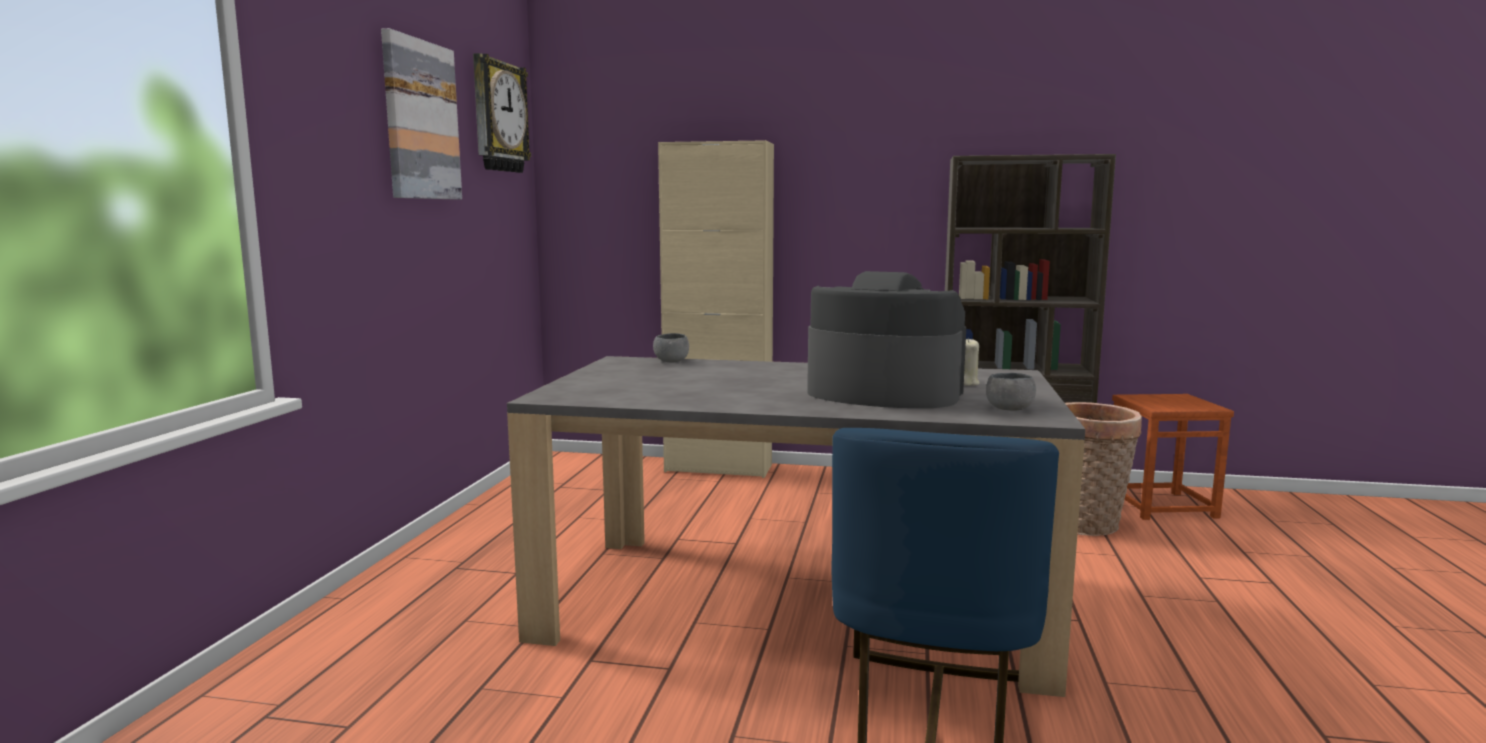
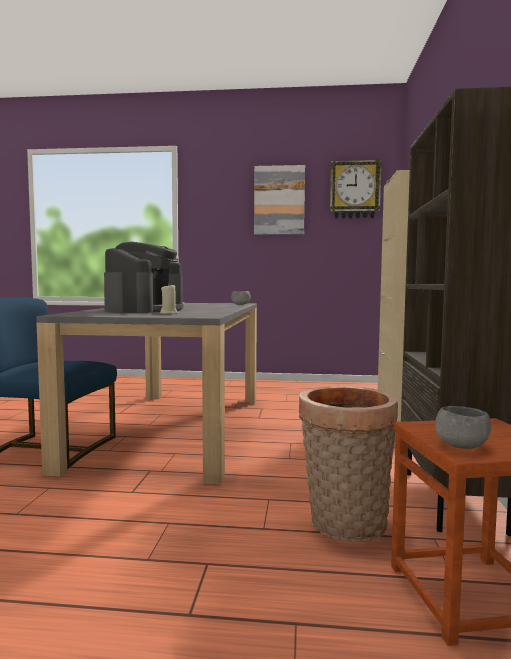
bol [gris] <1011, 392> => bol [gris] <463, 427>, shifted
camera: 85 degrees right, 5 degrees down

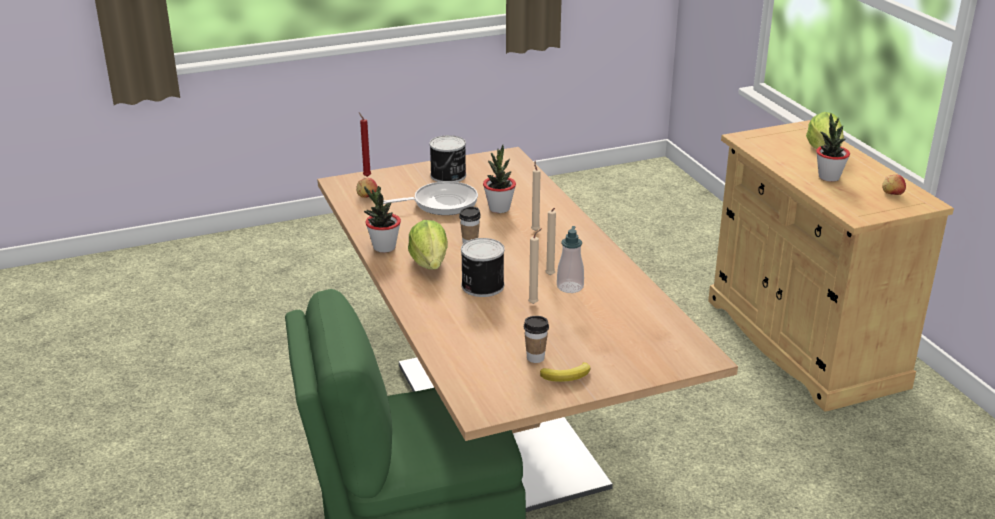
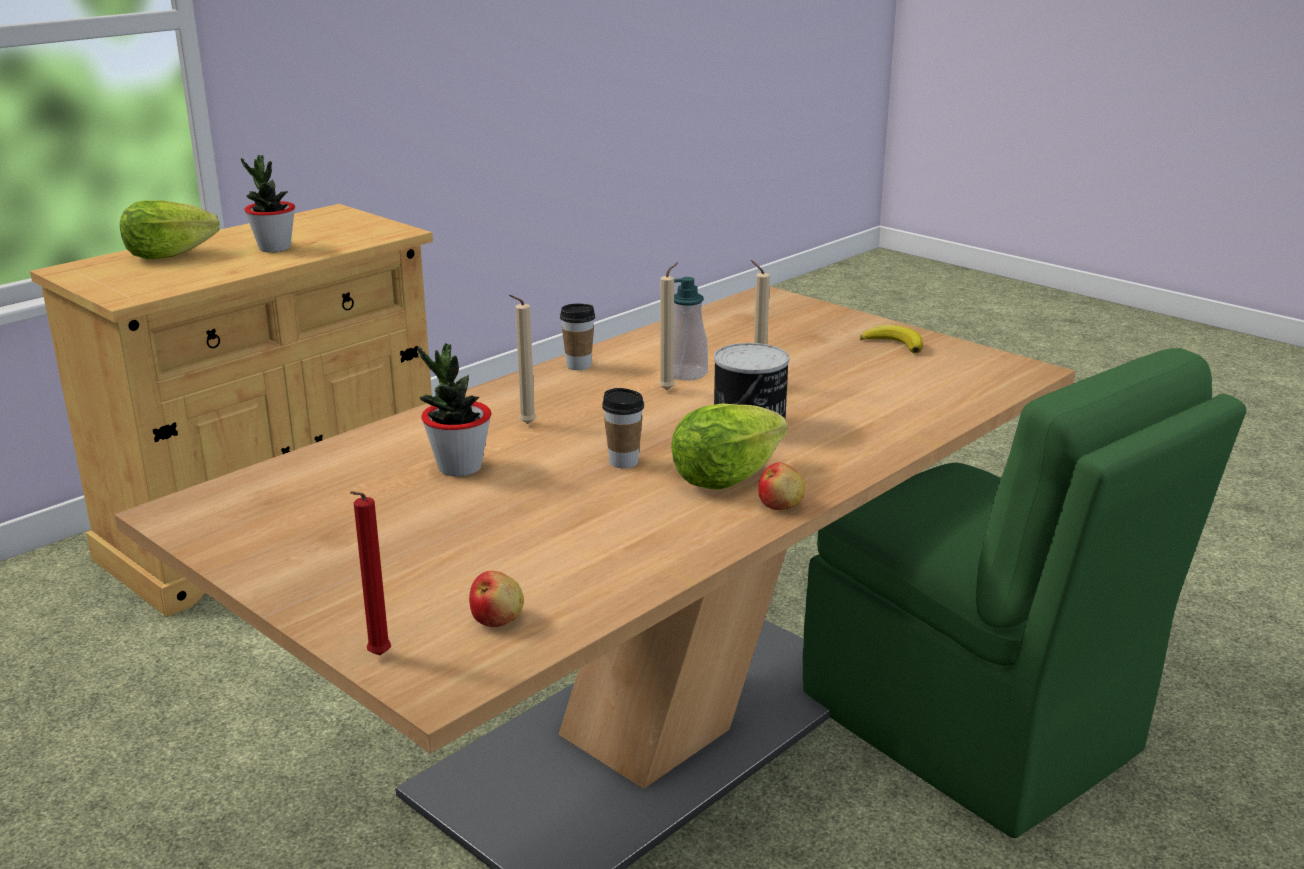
plante en pot <382, 219> => nothing
poêle <430, 198> => nothing
boîte métallique <447, 158> => nothing
tasse <536, 339> => tasse <577, 337>, shifted
pomme <894, 185> => pomme <781, 486>, shifted
camera: 115 degrees left, 5 degrees down

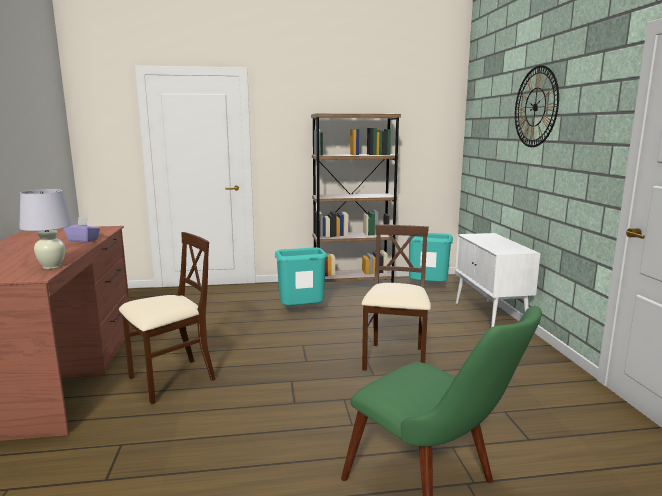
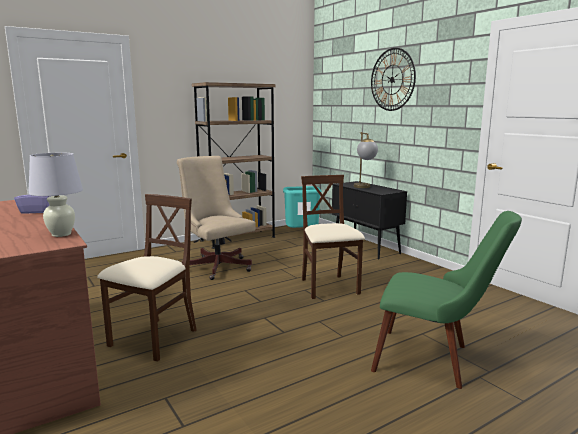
nothing => lampe de table <366, 160>
poubelle [turquoise] <301, 276> => chaise de bureau [beige] <216, 218>
meuble de rangement [blanc] <497, 280> => meuble de rangement [noir] <369, 220>
camera: 25 degrees left, 0 degrees up

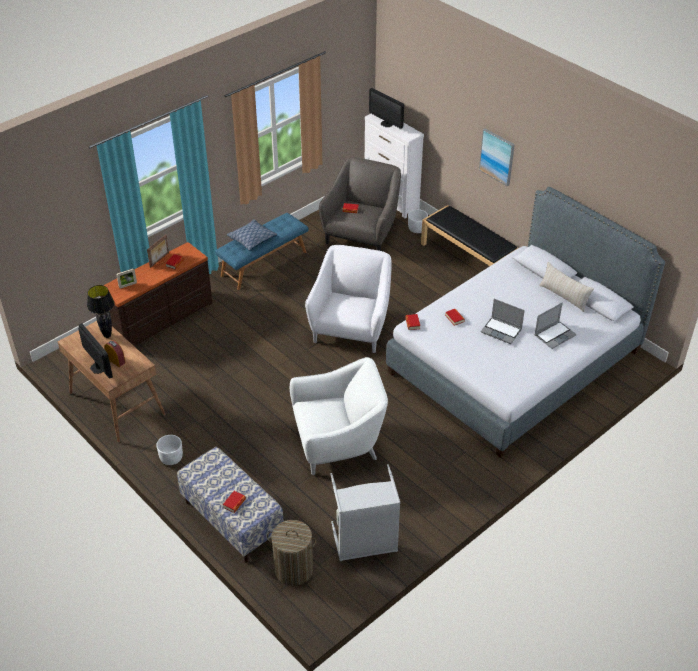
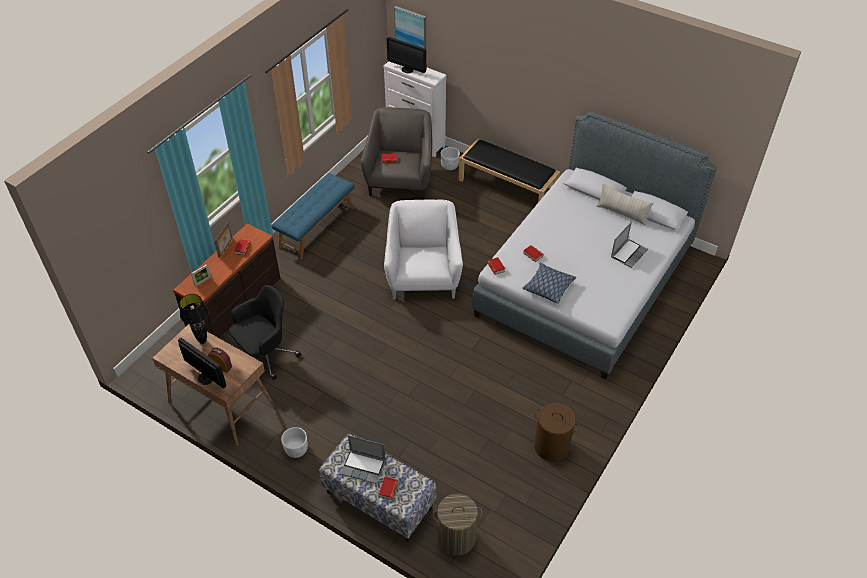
fauteuil [blanc] <339, 416> => nothing
panier à linge [gris] <365, 512> => nothing
nothing => chaise de bureau [noir] <265, 332>
nothing => panier à linge [marron] <556, 432>
coussin <252, 235> => coussin <549, 283>, shifted
tableau <497, 157> => tableau <410, 27>, shifted
ordinateur portable <503, 321> => ordinateur portable <362, 459>, shifted
camera: 15 degrees left, 5 degrees up

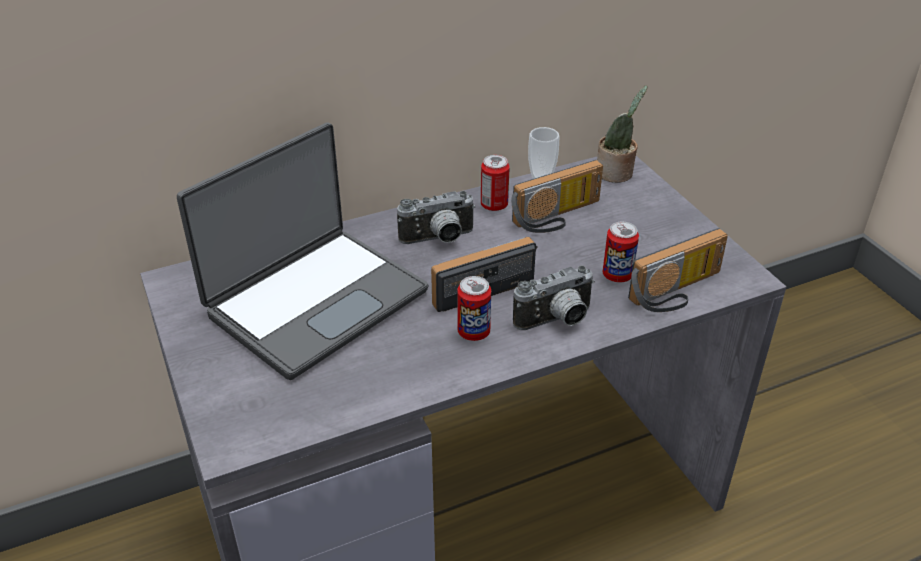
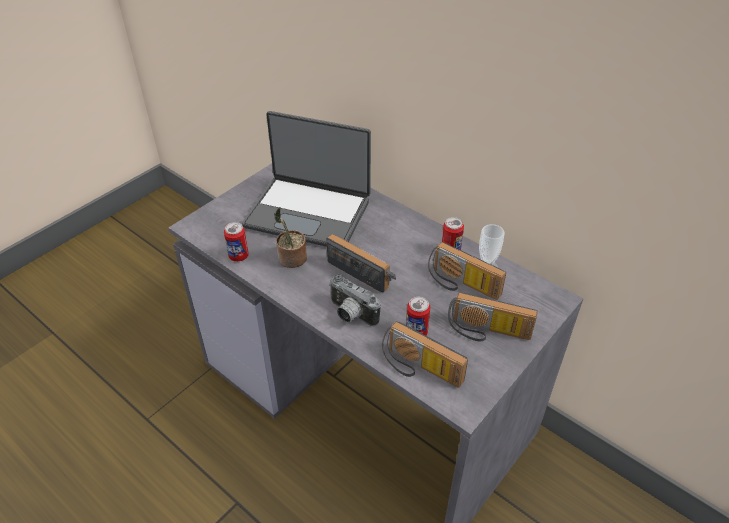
appareil photo <436, 217> => nothing
nothing => radio <493, 316>
boîte métallique <474, 308> => boîte métallique <236, 242>, shifted
plante en pot <622, 134> => plante en pot <291, 237>, shifted
camera: 65 degrees right, 5 degrees up

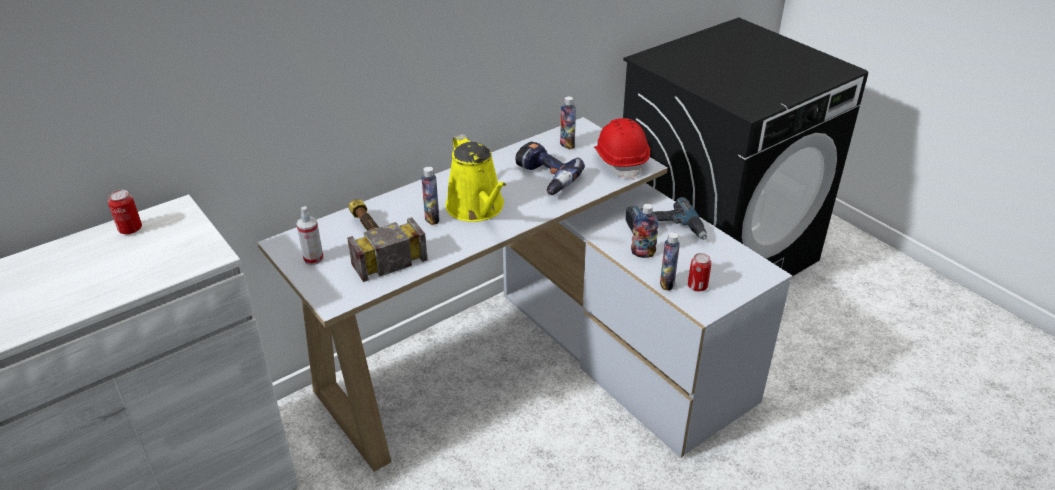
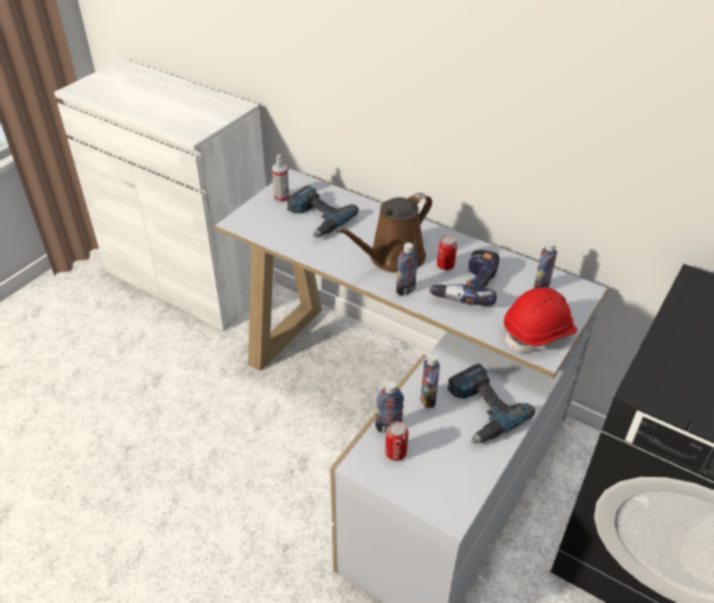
boîte métallique <125, 212> => boîte métallique <447, 252>, shifted
bouteille <430, 196> => bouteille <407, 269>, shifted
marteau <387, 240> => perceuse <322, 211>
arrosoir [jaune] <475, 178> => arrosoir [marron] <384, 233>
camera: 70 degrees right, 5 degrees up

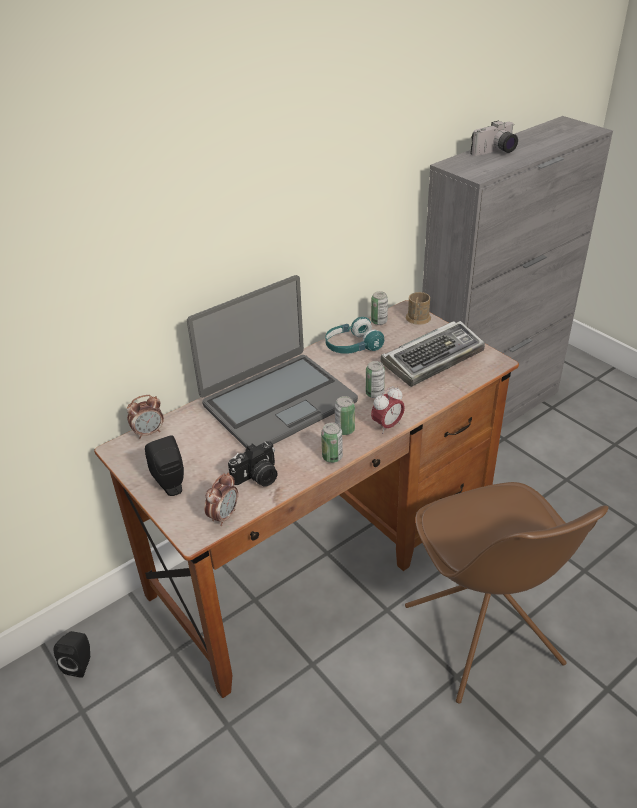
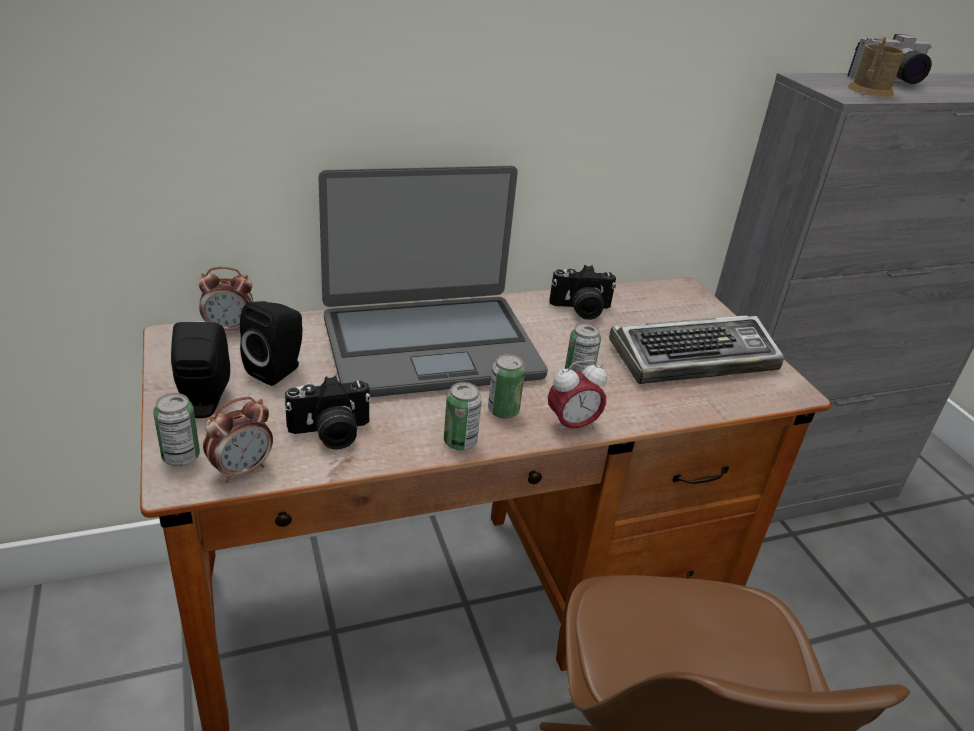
enceinte [noir] <72, 654> => enceinte [noir] <271, 343>, shifted
boîte métallique <379, 308> => boîte métallique <176, 429>, shifted
mug [marron] <418, 308> => mug [marron] <876, 67>, shifted
casque audio [turquoise] <354, 335> => appareil photo <582, 292>
camera: 15 degrees right, 5 degrees down

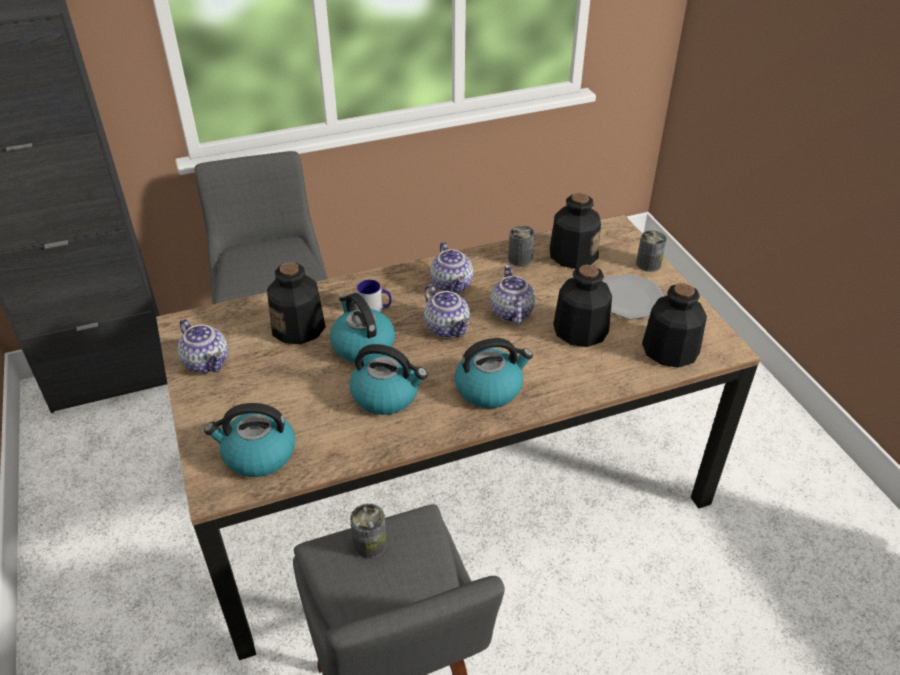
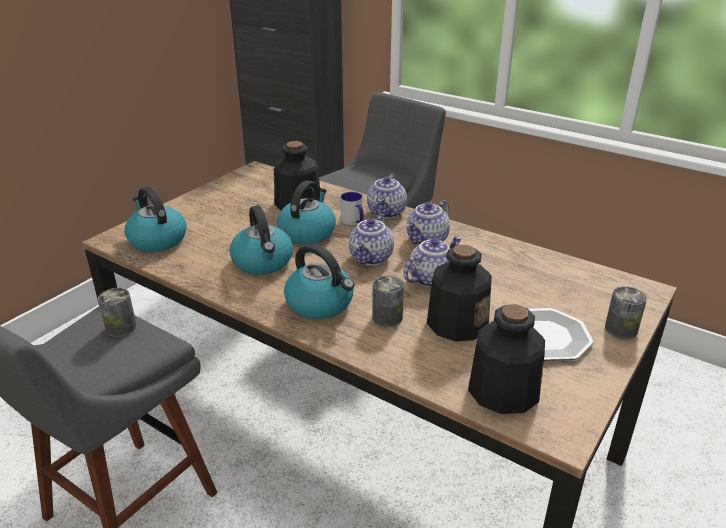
bouteille <575, 231> => nothing
théière <203, 346> => théière <387, 196>, shifted
boîte métallique <521, 246> => boîte métallique <388, 301>, shifted
camera: 55 degrees right, 10 degrees down

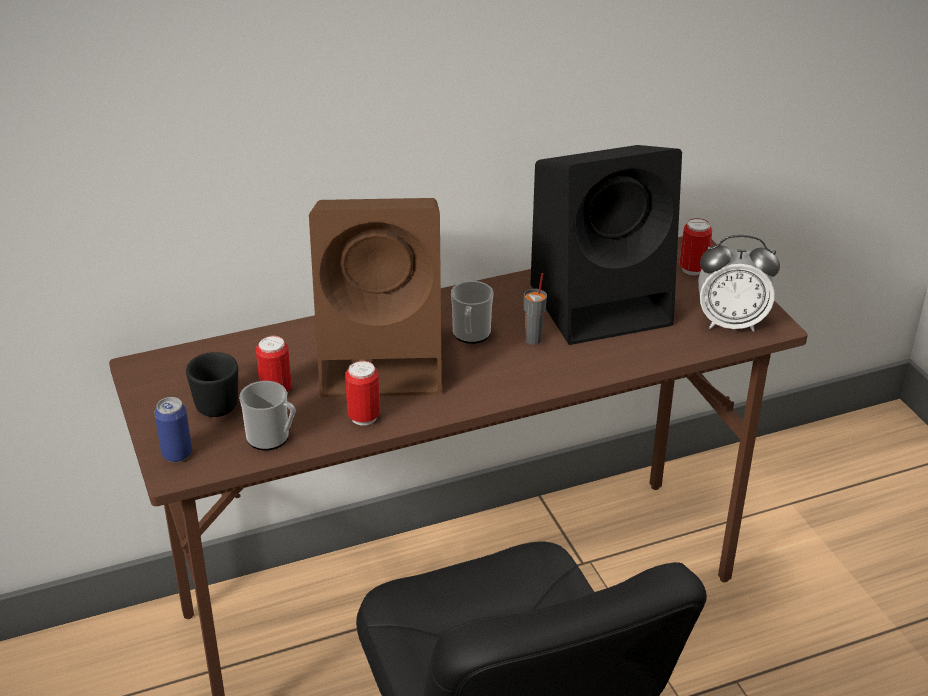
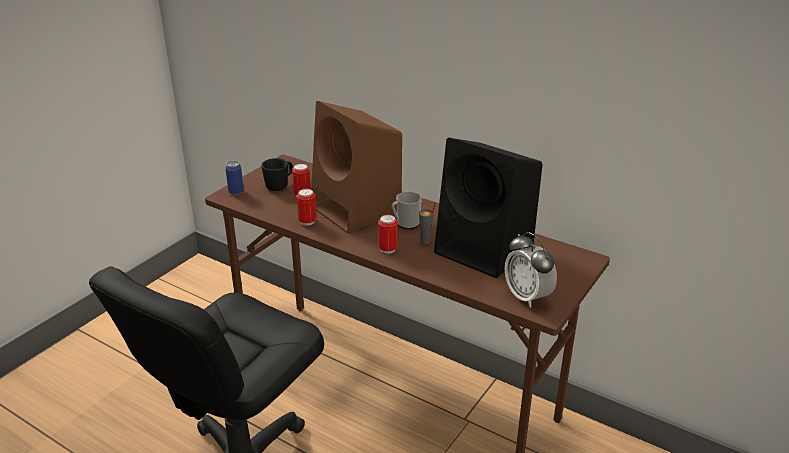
mug <267, 416> => nothing
boîte métallique <696, 246> => boîte métallique <388, 234>, shifted
camera: 55 degrees right, 5 degrees down

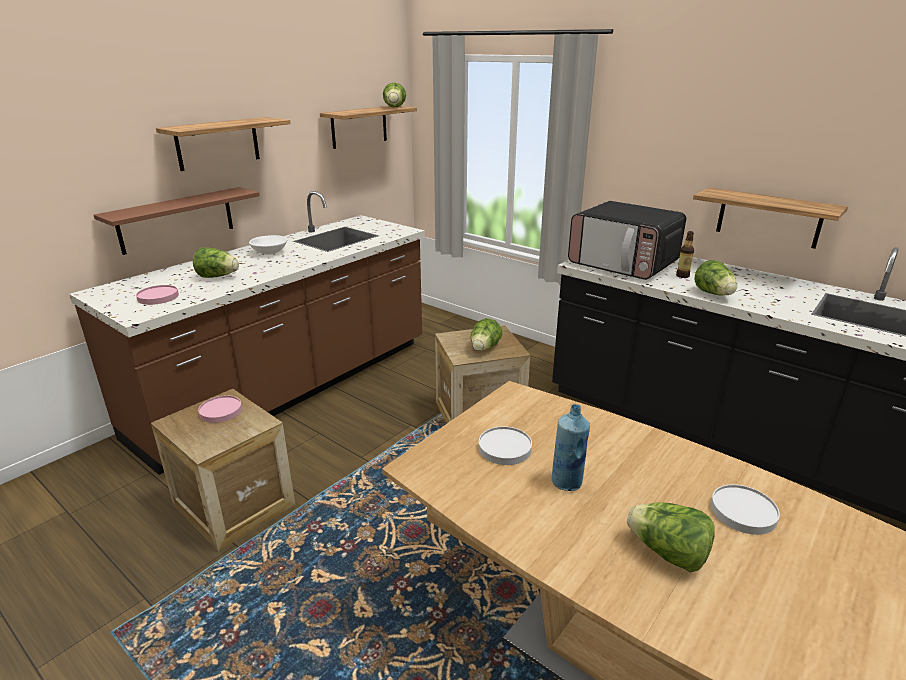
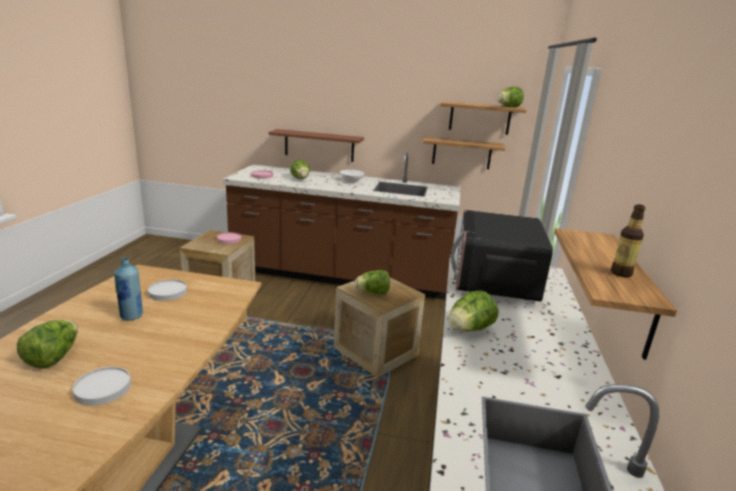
étagère <223, 144> => étagère <464, 152>, shifted
bouteille <685, 254> => bouteille <628, 241>, shifted
camera: 60 degrees right, 5 degrees down

